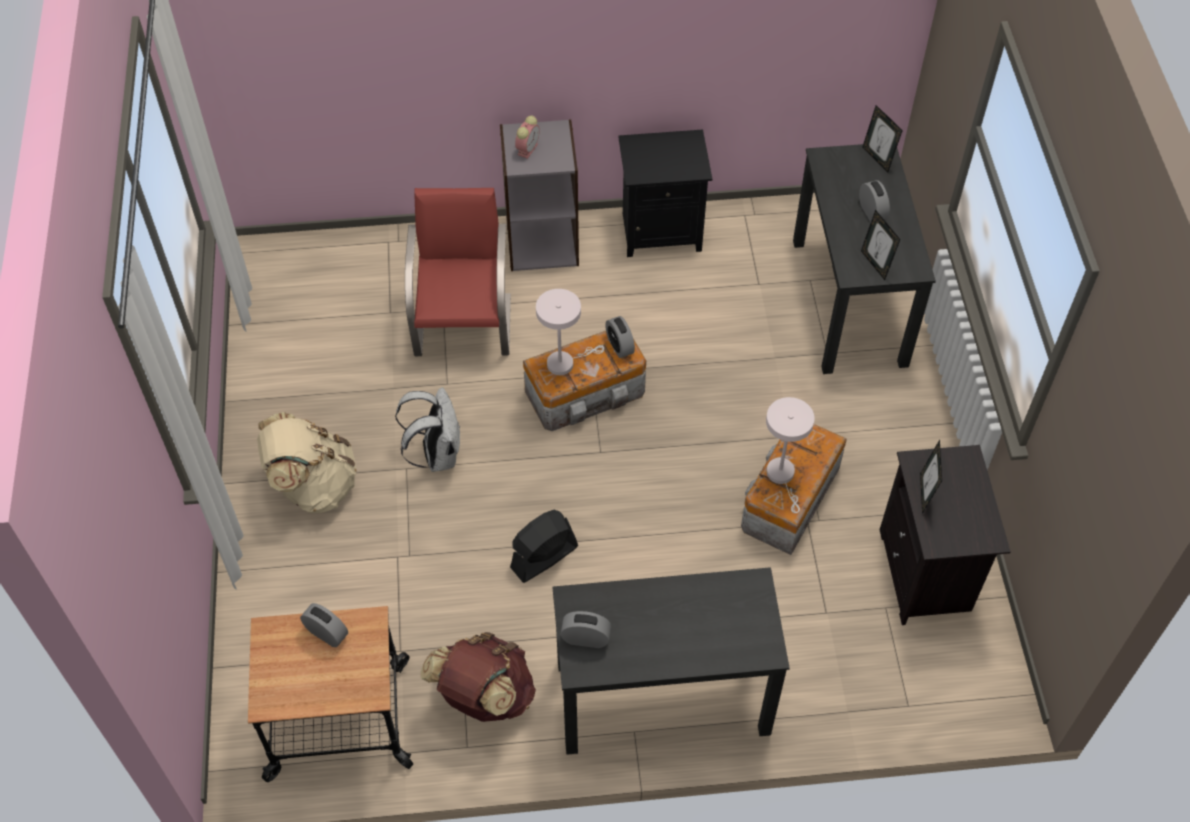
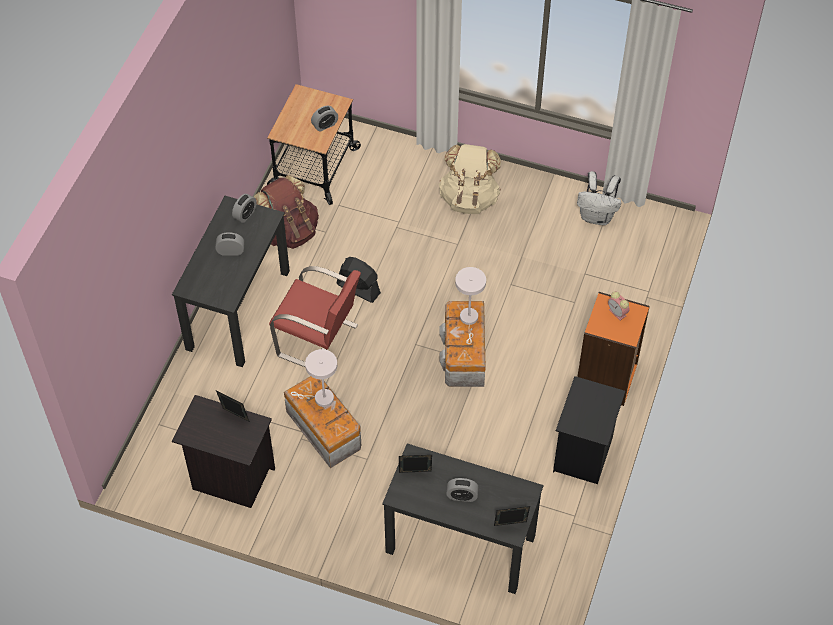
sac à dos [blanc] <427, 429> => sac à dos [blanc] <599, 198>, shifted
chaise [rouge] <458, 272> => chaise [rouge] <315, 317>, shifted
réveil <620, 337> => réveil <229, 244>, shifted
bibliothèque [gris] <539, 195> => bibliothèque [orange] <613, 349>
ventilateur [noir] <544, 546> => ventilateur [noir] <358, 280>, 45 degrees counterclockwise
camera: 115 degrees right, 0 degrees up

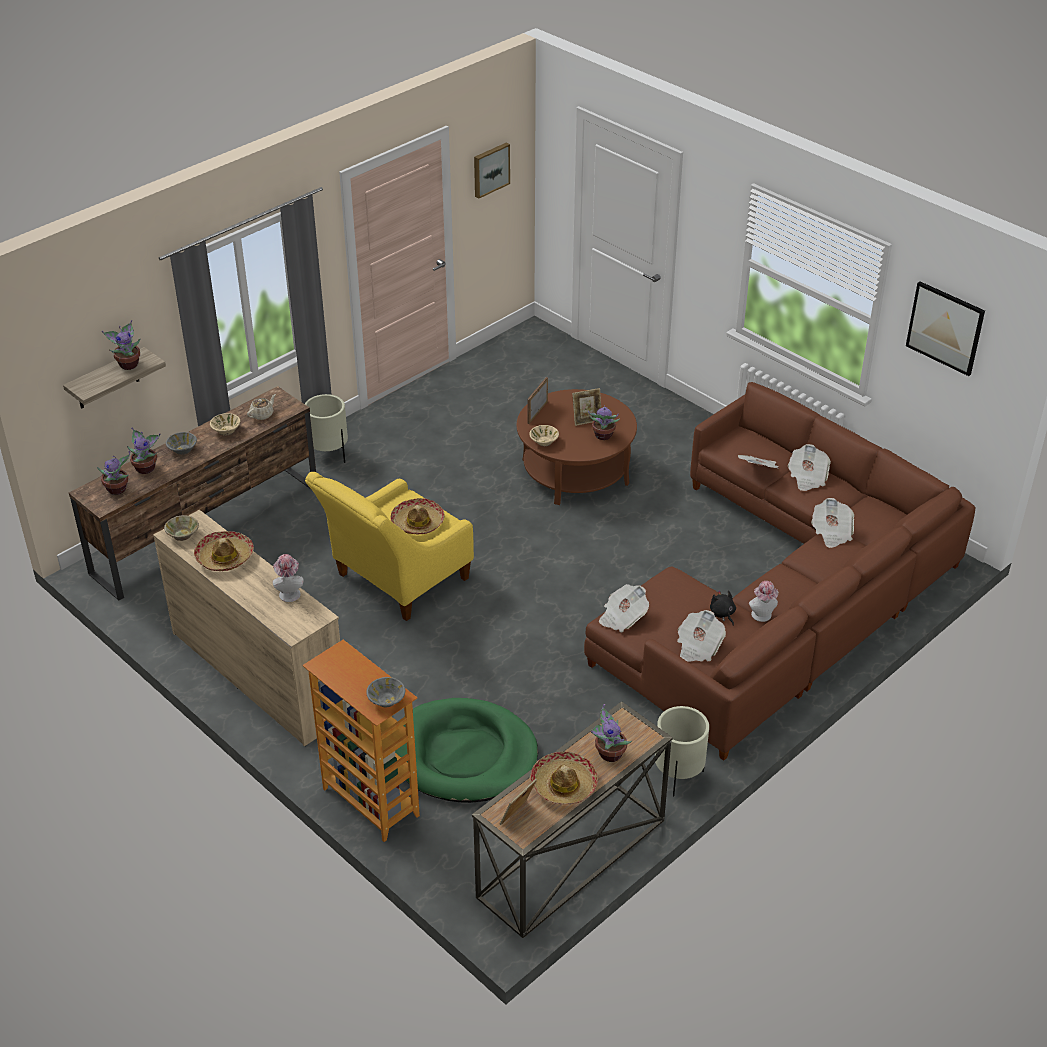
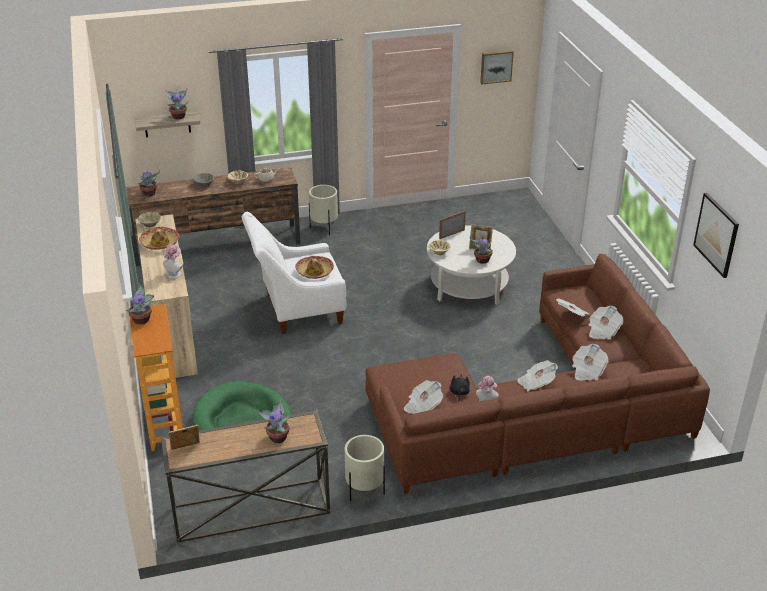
bol [gris] <385, 692> => nothing
chapeau <564, 777> => nothing
plante en pot <144, 450> => plante en pot <140, 304>, shifted
journal <624, 608> => journal <537, 375>, shifted
fauteuil [jaune] <389, 546> => fauteuil [blanc] <293, 273>
table basse [marron] <577, 447> => table basse [blanc] <471, 265>
camera: 30 degrees right, 5 degrees down

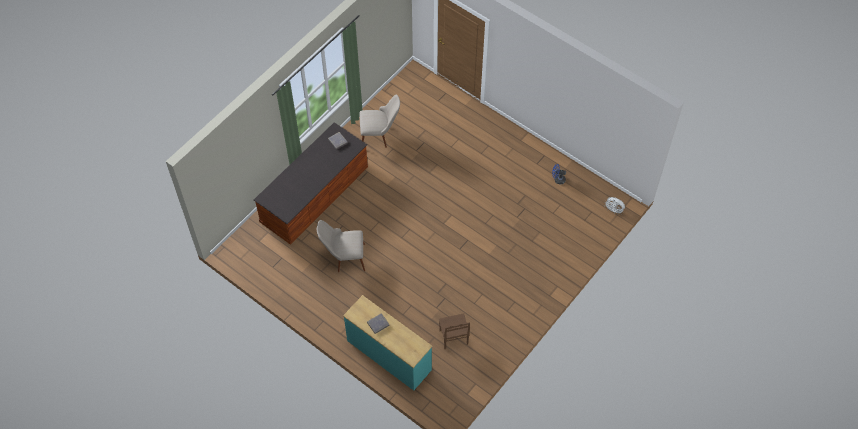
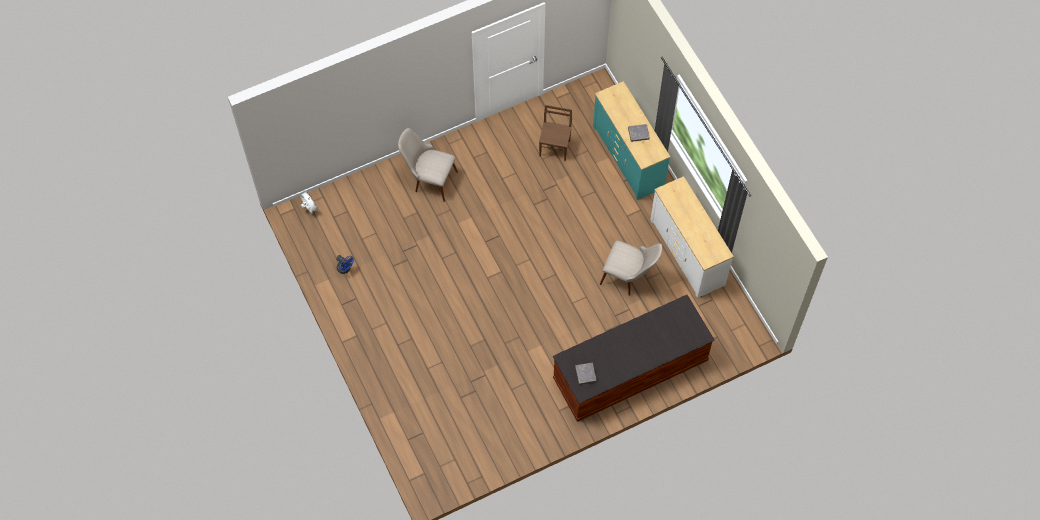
nothing => commode [blanc] <692, 237>
chaise [beige] <379, 121> => chaise [beige] <428, 165>, shifted
camera: 155 degrees left, 5 degrees up

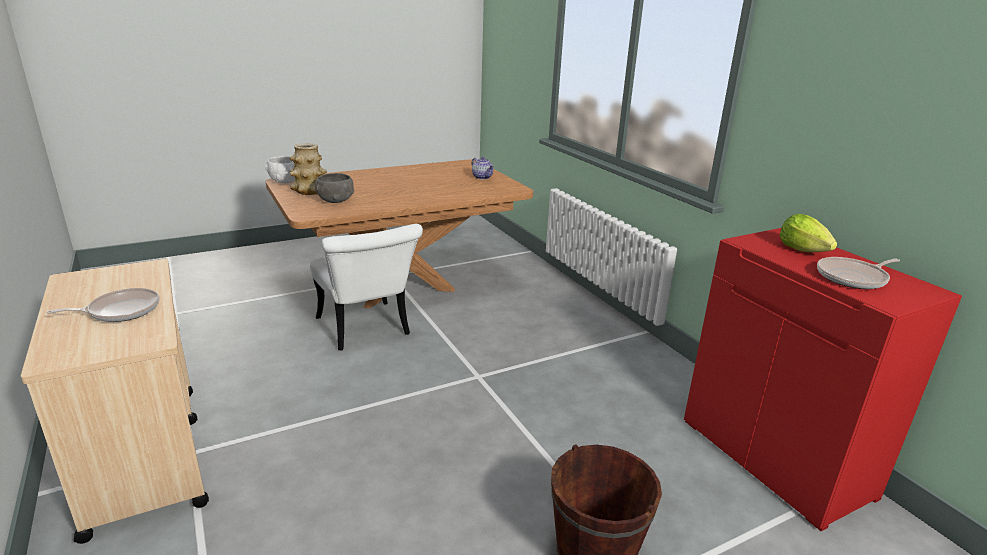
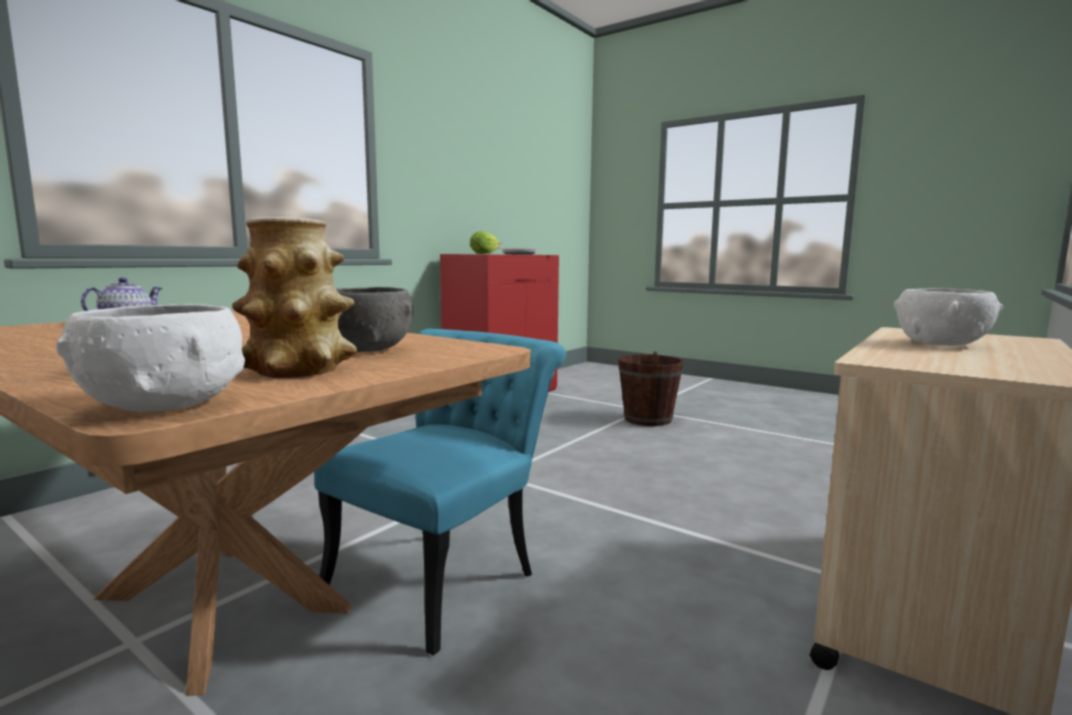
poêle <103, 305> => bol [blanc] <948, 317>
chaise [blanc] <366, 287> => chaise [turquoise] <440, 492>
camera: 115 degrees left, 15 degrees down

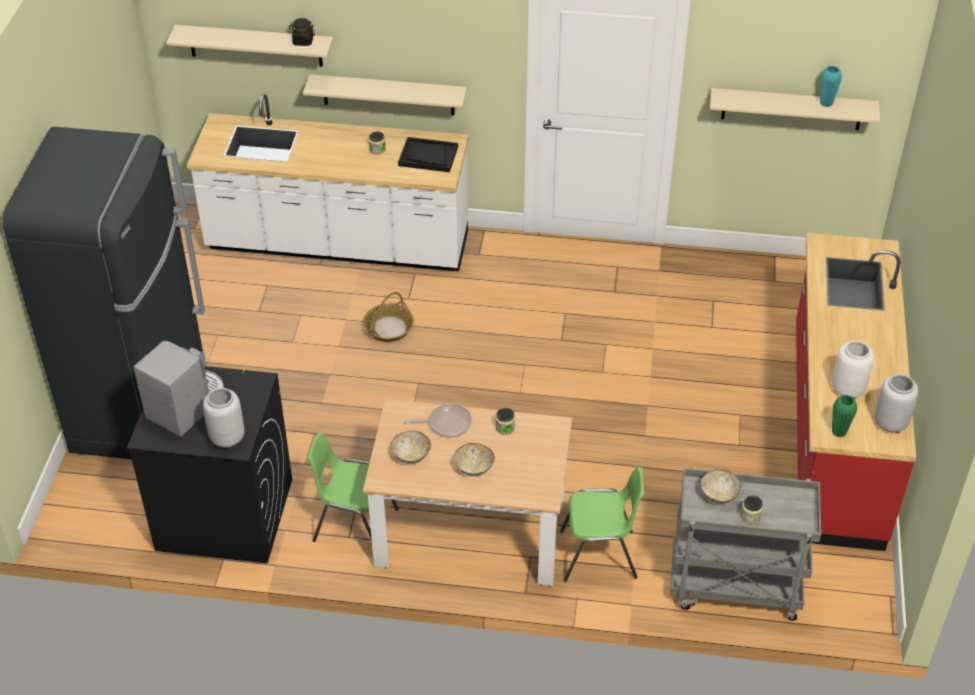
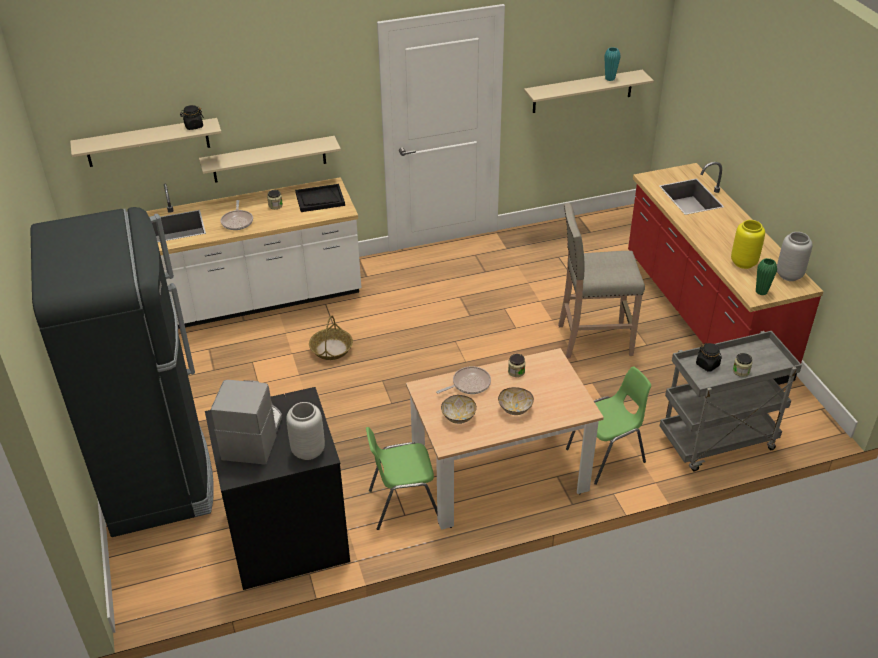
nothing => poêle <236, 215>
nothing => tabouret [beige] <601, 280>
bol <721, 486> => bocal [noir] <709, 357>
vase [blanc] <853, 369> => vase [jaune] <748, 244>
camera: 25 degrees left, 5 degrees down

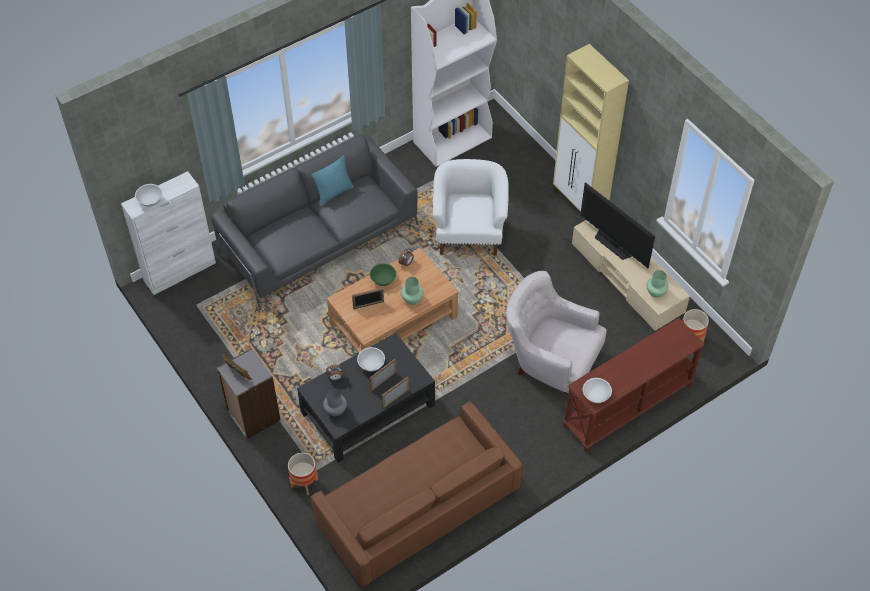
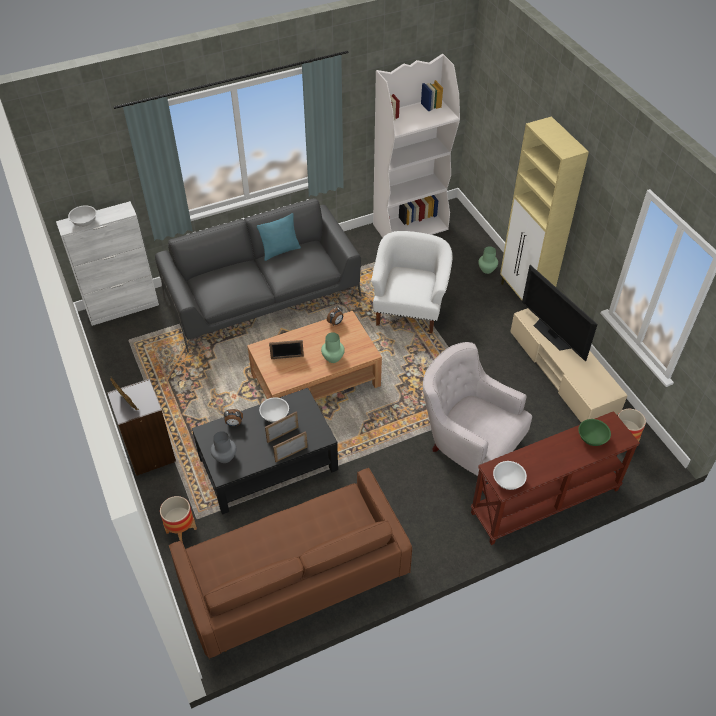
bol [vert] <383, 274> => bol [vert] <594, 432>, shifted
vase [vert] <657, 284> => vase [vert] <488, 260>, shifted
camera: 10 degrees right, 5 degrees down

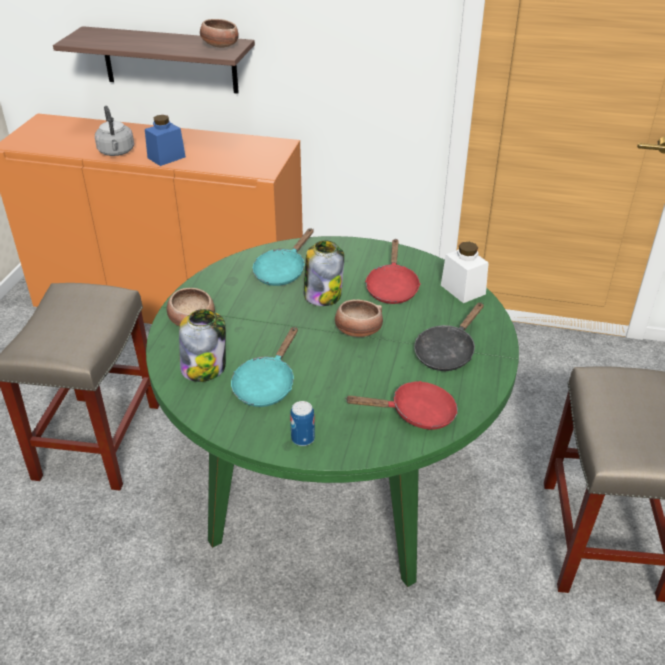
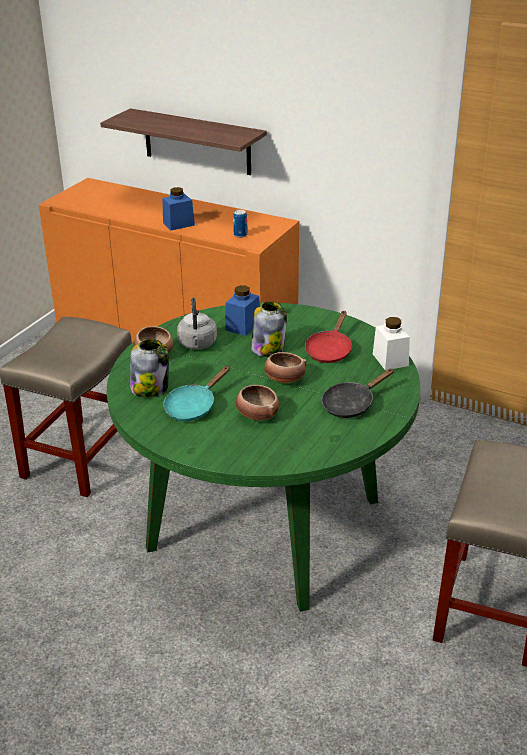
poêle [rouge] <401, 405> => nothing
bouilloire [gris] <114, 131> => bouilloire [gris] <197, 323>, shifted
bol <219, 33> => bol <257, 403>, shifted
boîte métallique <302, 423> => boîte métallique <240, 224>, shifted
poêle [turquoise] <283, 257> => bocal [bleu] <242, 310>
camera: 15 degrees right, 5 degrees down

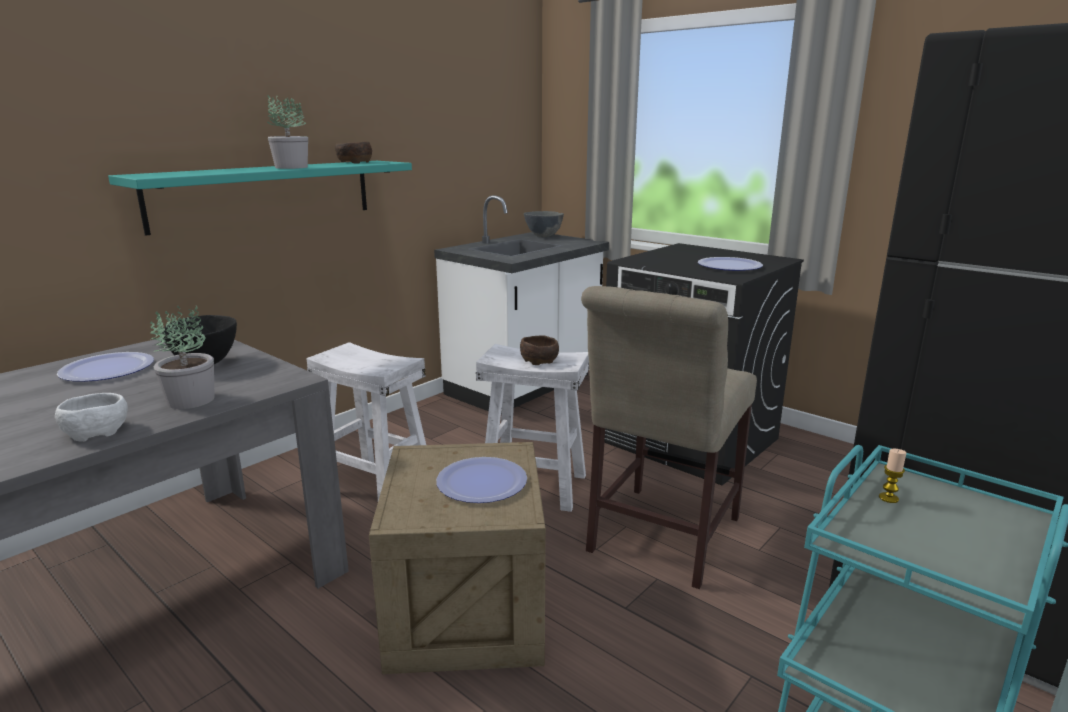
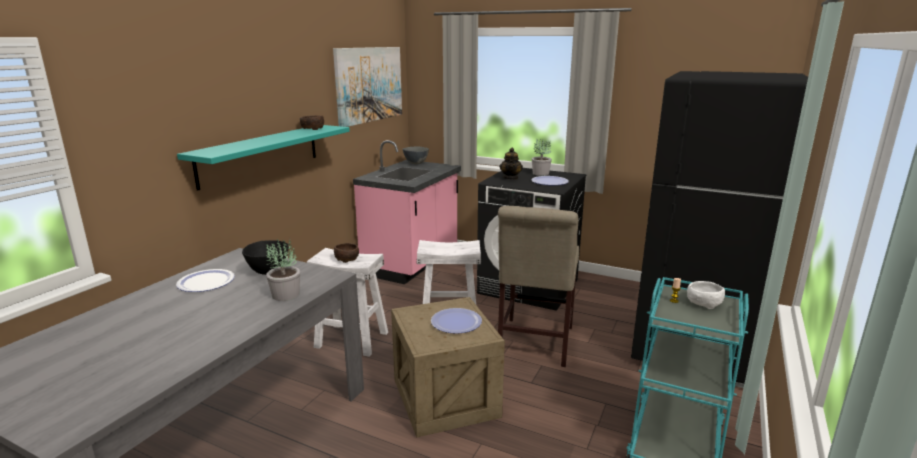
nothing => tableau <367, 87>
nothing => théière <511, 164>
bol [blanc] <91, 417> => bol [blanc] <706, 295>, shifted
plante en pot <287, 131> => plante en pot <542, 157>, shifted
bol [marron] <539, 350> => bol [marron] <346, 253>, shifted
comptoir de cuisine [blanc] <521, 303> => comptoir de cuisine [rose] <407, 212>
camera: 15 degrees left, 0 degrees up

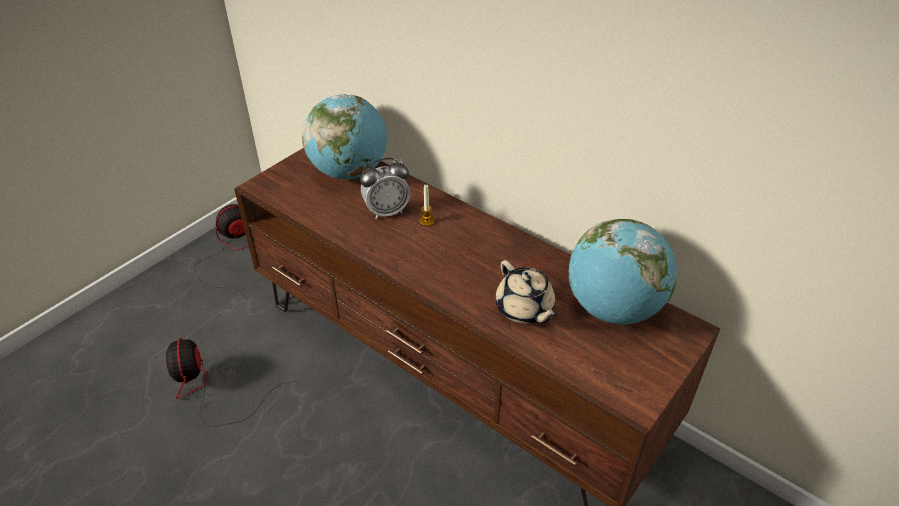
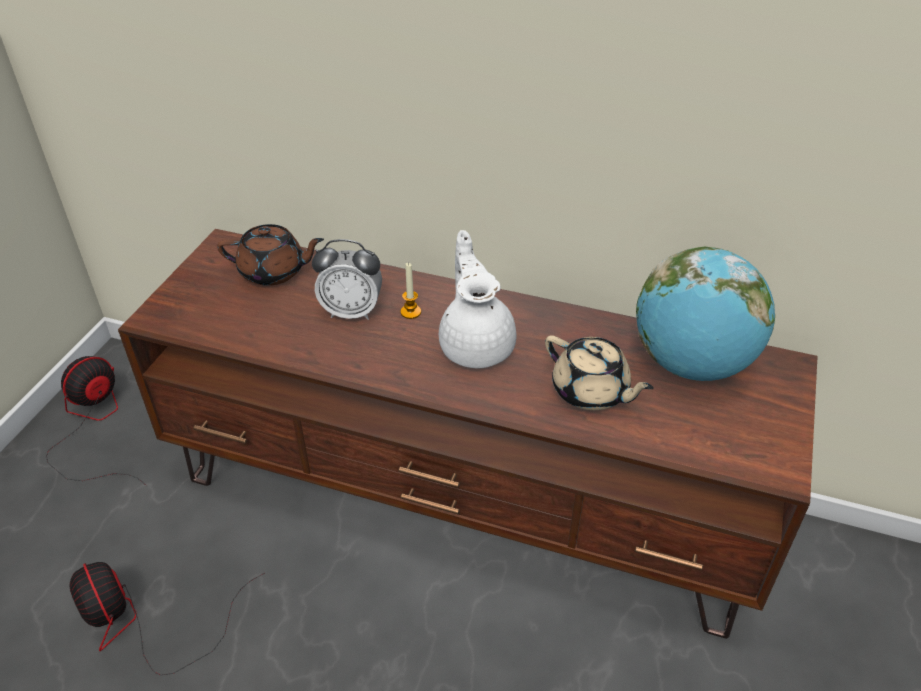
nothing => théière [blanc] <477, 299>
globe <344, 136> => théière [marron] <270, 255>
réveil <385, 188> => réveil <347, 279>, 45 degrees clockwise
camera: 20 degrees left, 0 degrees up

